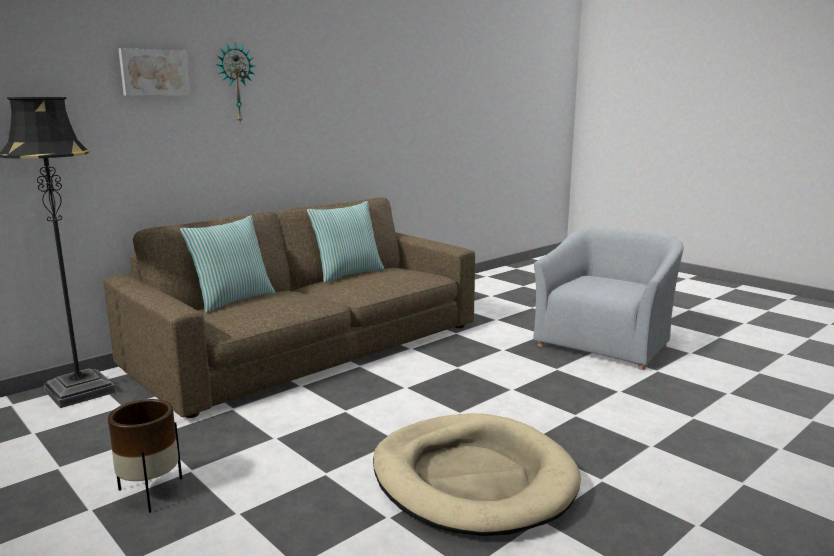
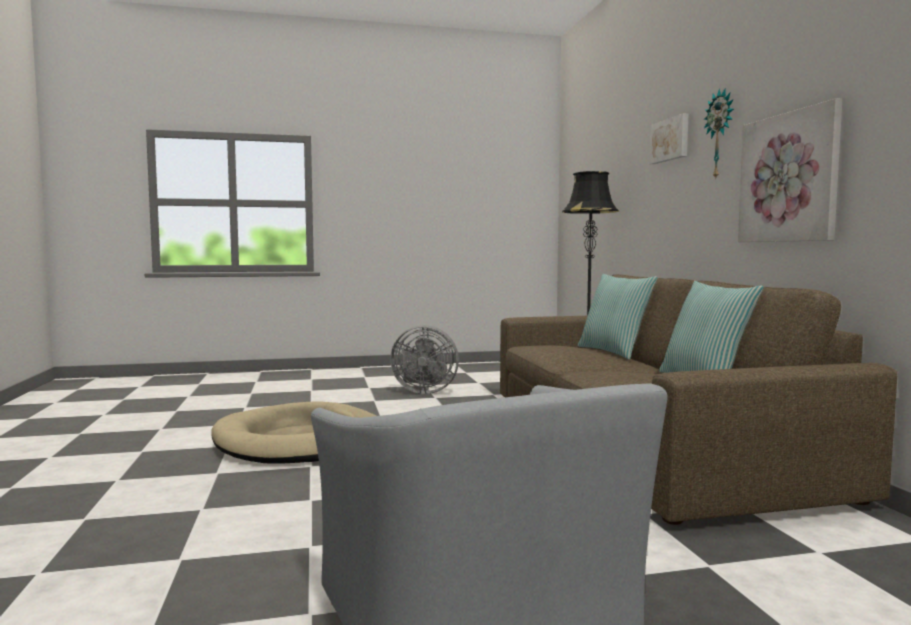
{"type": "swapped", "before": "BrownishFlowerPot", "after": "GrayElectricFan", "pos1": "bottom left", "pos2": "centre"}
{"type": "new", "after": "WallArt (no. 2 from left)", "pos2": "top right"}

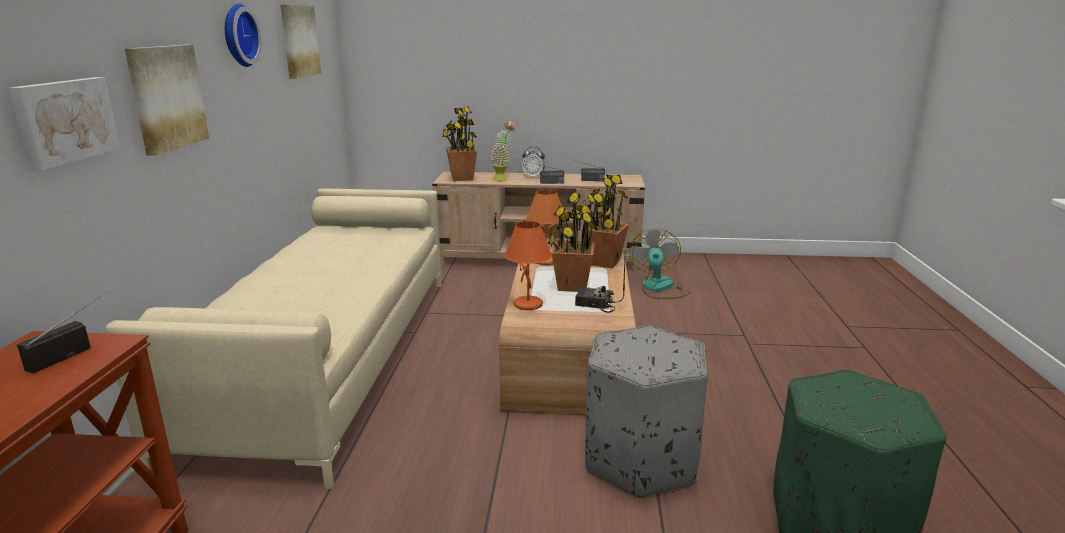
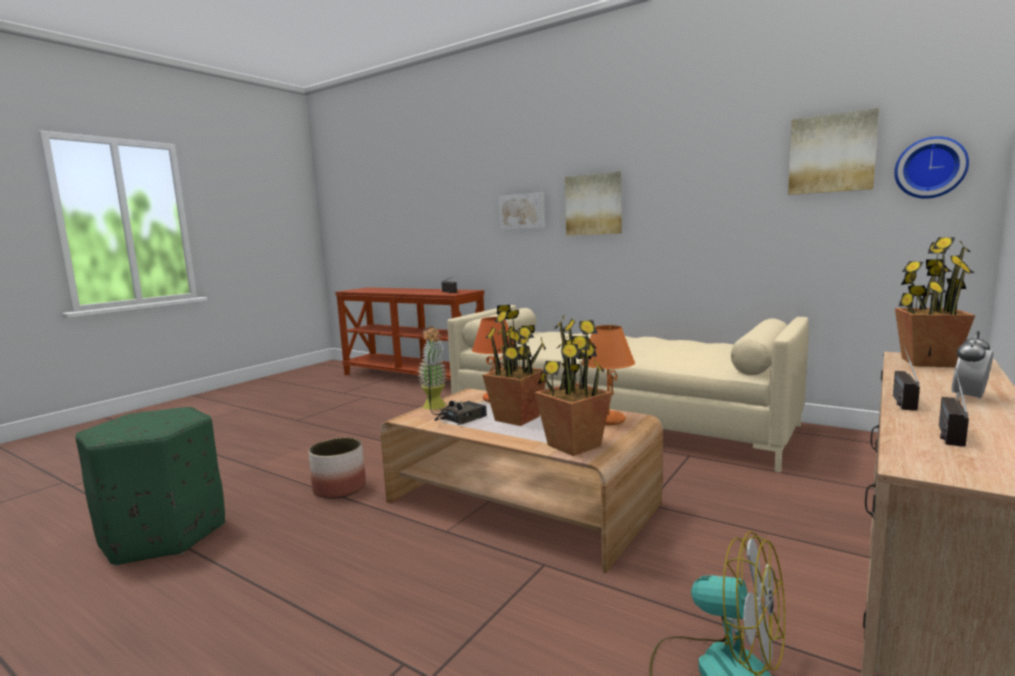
{"type": "swapped", "before": "GrayOttoman", "after": "FlowerPot", "pos1": "bottom centre", "pos2": "bottom left"}
{"type": "shifted", "before": "PottedPlant (no. 2 from left in the first image)", "after": "PottedPlant (no. 1 from left)", "pos1": "top centre", "pos2": "centre"}
{"type": "shifted", "before": "ClockOnTheWall", "pos1": "top left", "pos2": "top right"}

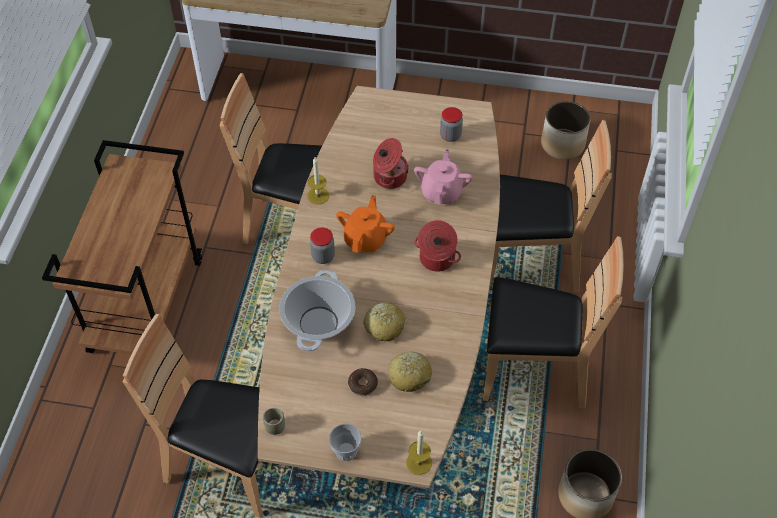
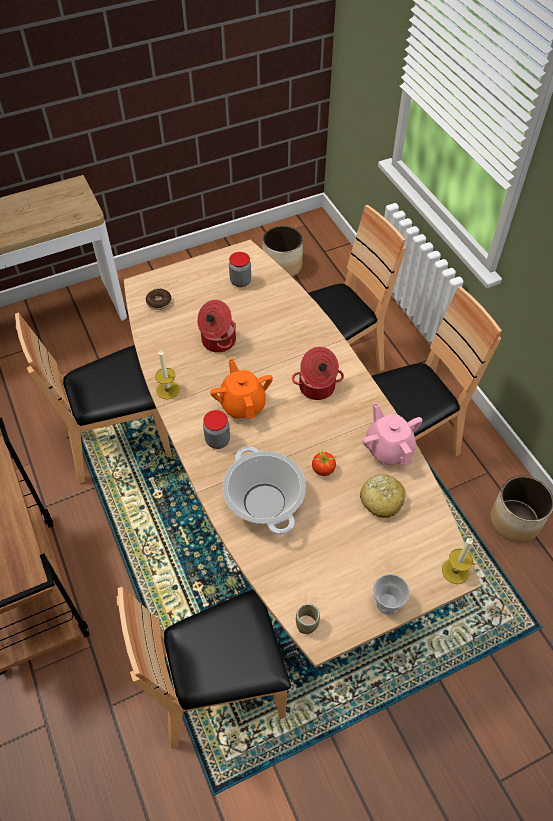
{"type": "shifted", "before": "RingDoughnut", "pos1": "bottom centre", "pos2": "middle left"}
{"type": "swapped", "before": "Bread (no. 1 from left)", "after": "WholeTomato", "pos1": "centre", "pos2": "centre"}
{"type": "shifted", "before": "PinkColouredTeapot", "pos1": "centre", "pos2": "middle right"}

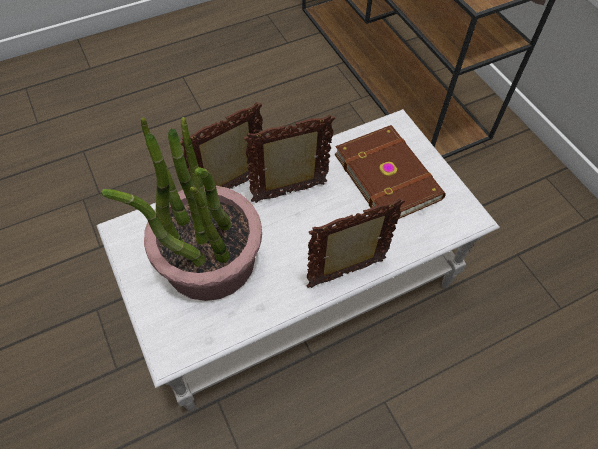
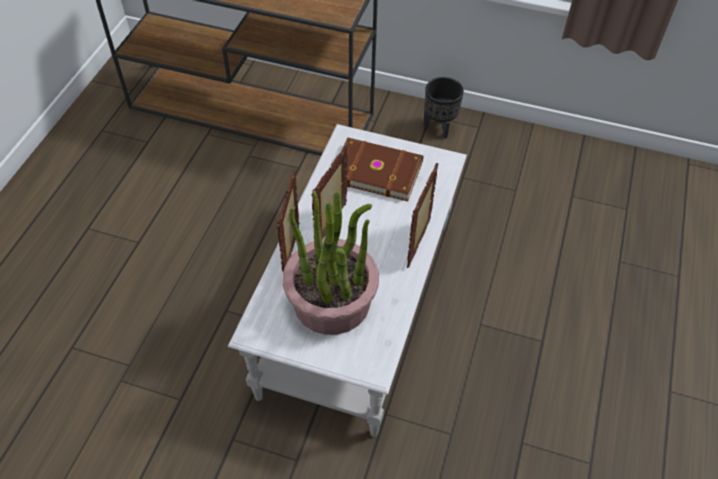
{"type": "new", "after": "BlackishFlowerPot", "pos2": "top centre"}

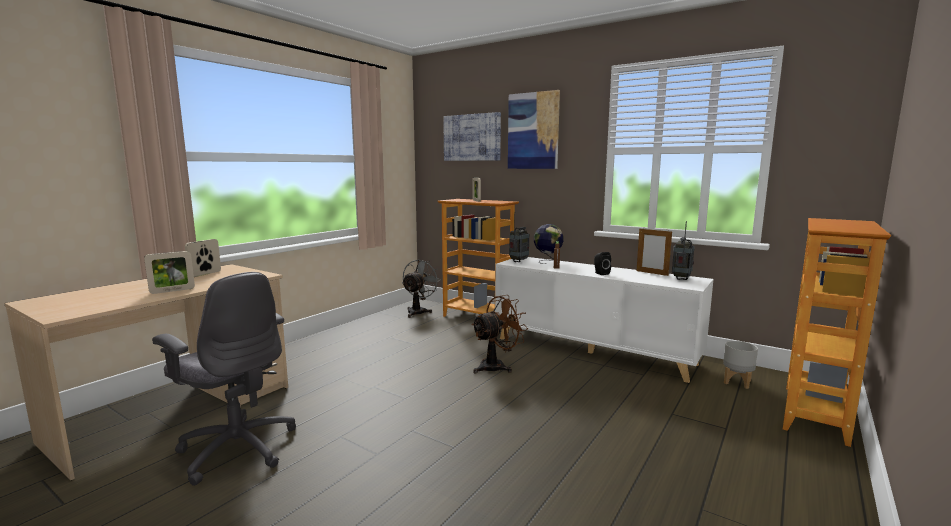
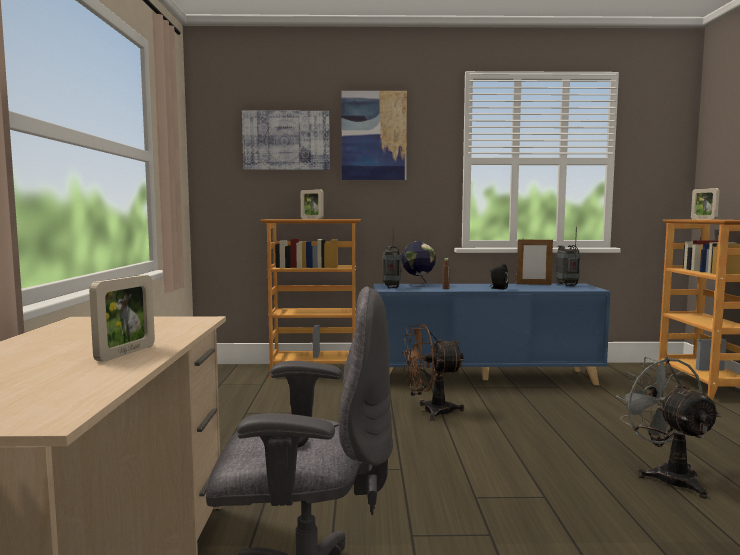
{"type": "repainted", "before": "WhiteColouredStorageCabinet", "after": "BluishStorageCabinet", "pos1": "centre", "pos2": "centre"}
{"type": "rotated", "before": "BrownishElectricFan", "pos1": "centre", "pos2": "bottom centre", "turn": -120}
{"type": "shifted", "before": "GrayElectricFan", "pos1": "centre", "pos2": "bottom right"}
{"type": "shifted", "before": "StandingFrame (no. 2 from left in the first image)", "after": "StandingFrame (no. 4 from left)", "pos1": "middle left", "pos2": "middle right"}
{"type": "gone", "before": "GrayFlowerPot", "pos1": "bottom right"}

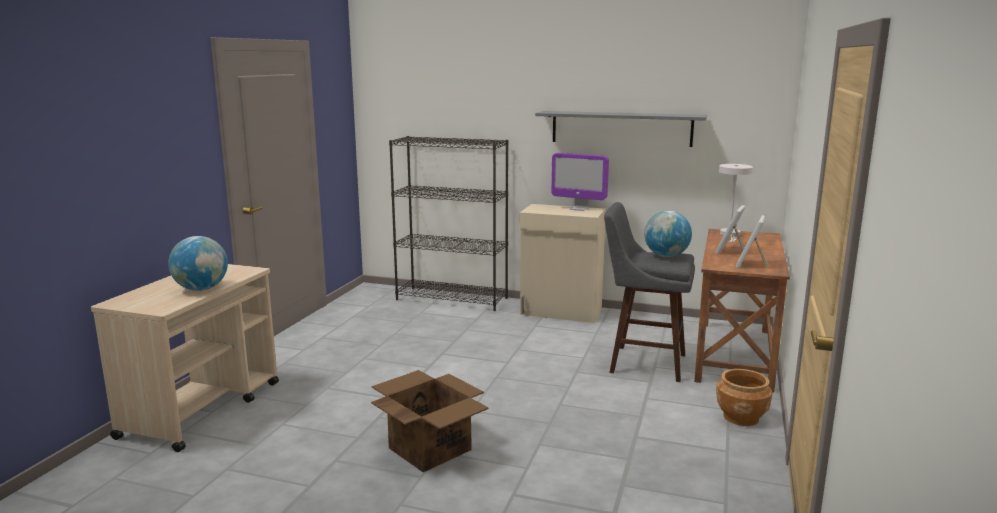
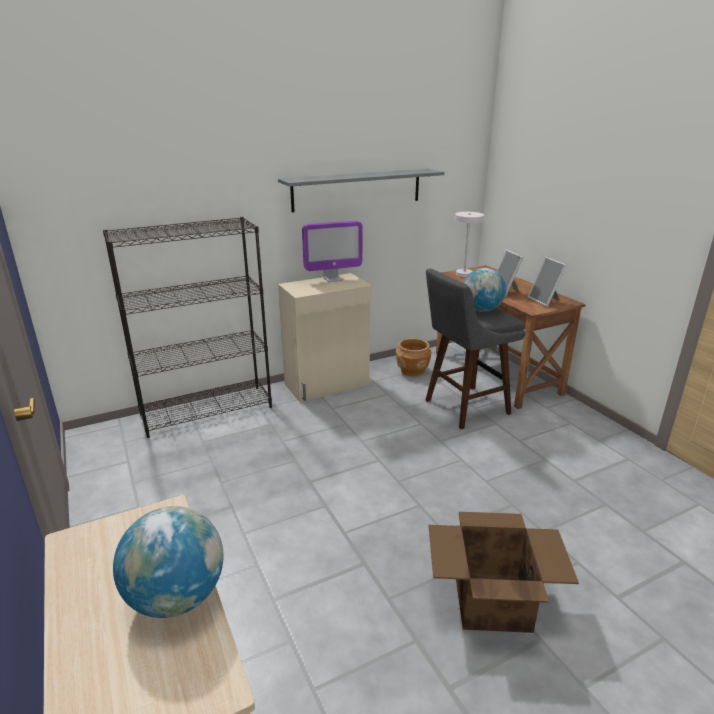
{"type": "shifted", "before": "BrownishFlowerPot", "pos1": "bottom right", "pos2": "centre"}

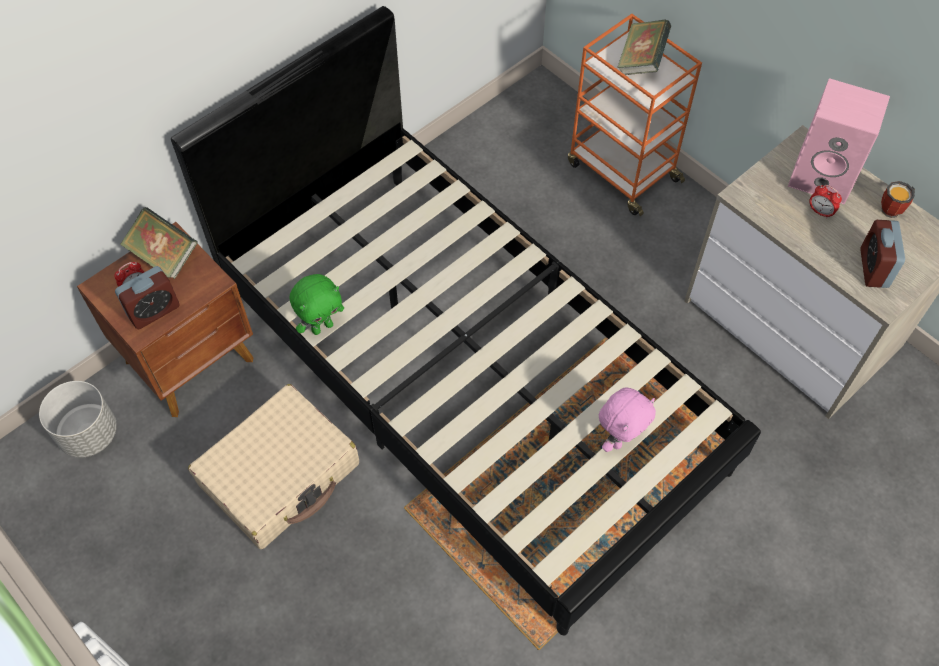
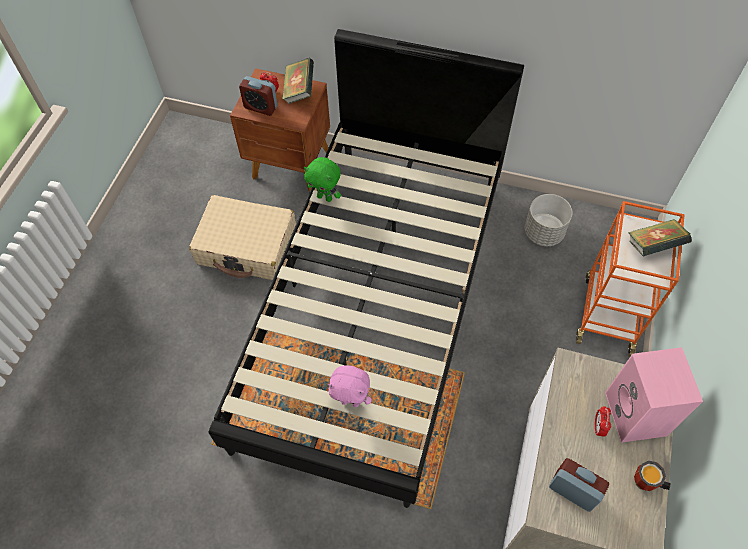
{"type": "shifted", "before": "GrayFlowerPot", "pos1": "middle left", "pos2": "middle right"}
{"type": "rotated", "before": "AlarmClock (no. 4 from left in the first image)", "pos1": "middle right", "pos2": "bottom right", "turn": 60}

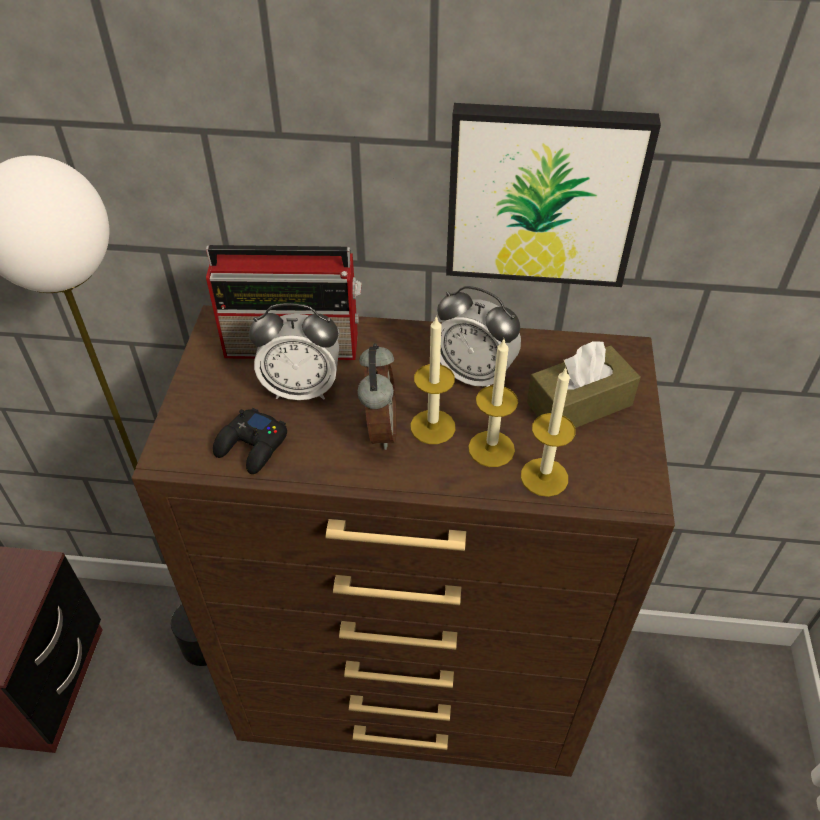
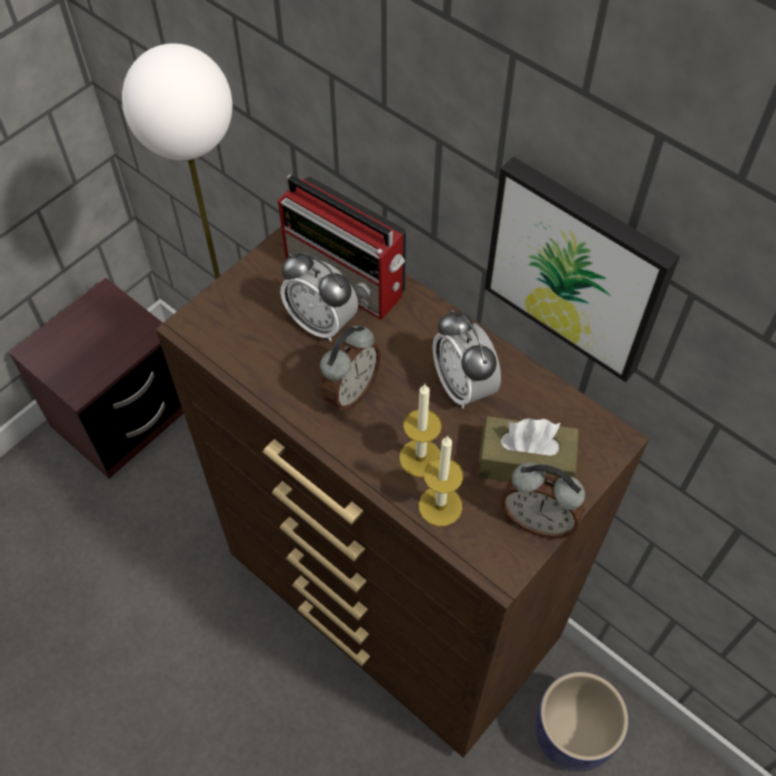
{"type": "new", "after": "AlarmClock (no. 4 from left)", "pos2": "middle right"}
{"type": "new", "after": "FlowerPot", "pos2": "bottom right"}
{"type": "gone", "before": "BlackishGamepad", "pos1": "middle left"}
{"type": "gone", "before": "Candle (no. 1 from left)", "pos1": "centre"}

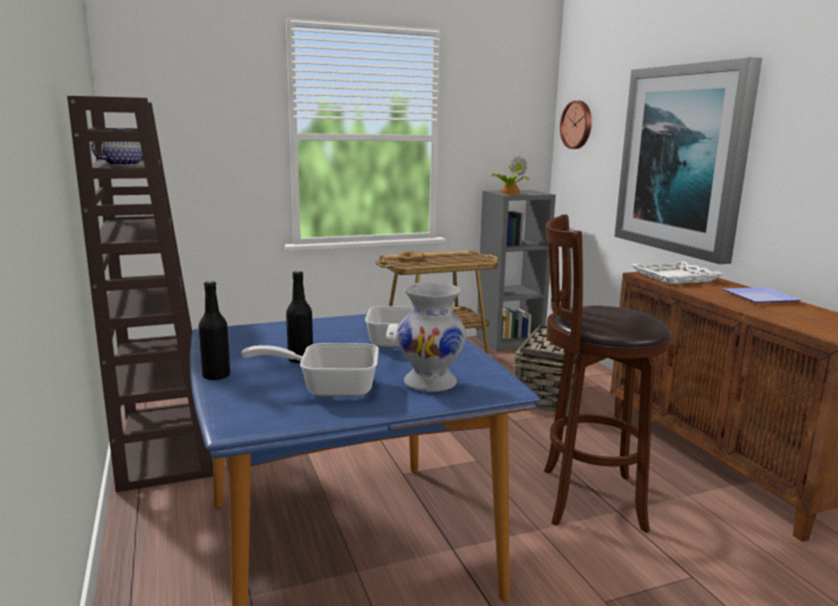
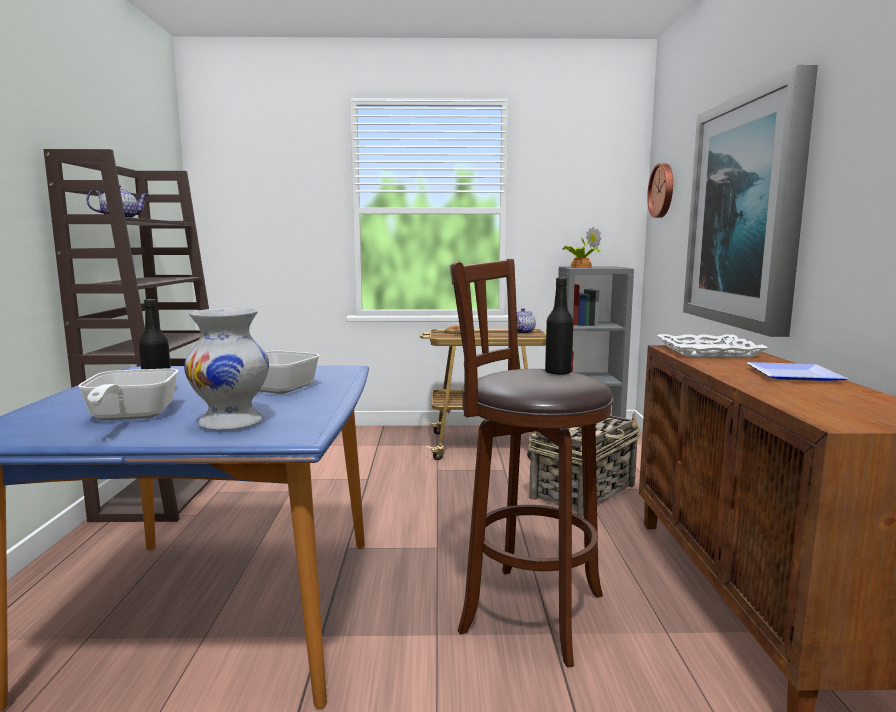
{"type": "rotated", "before": "FryingPan (no. 1 from left)", "pos1": "centre", "pos2": "middle left", "turn": -120}
{"type": "new", "after": "Teapot (no. 2 from left)", "pos2": "centre"}
{"type": "shifted", "before": "BlackishBeverageBottle (no. 1 from left in the first image)", "after": "BlackishBeverageBottle (no. 2 from left)", "pos1": "middle left", "pos2": "centre"}

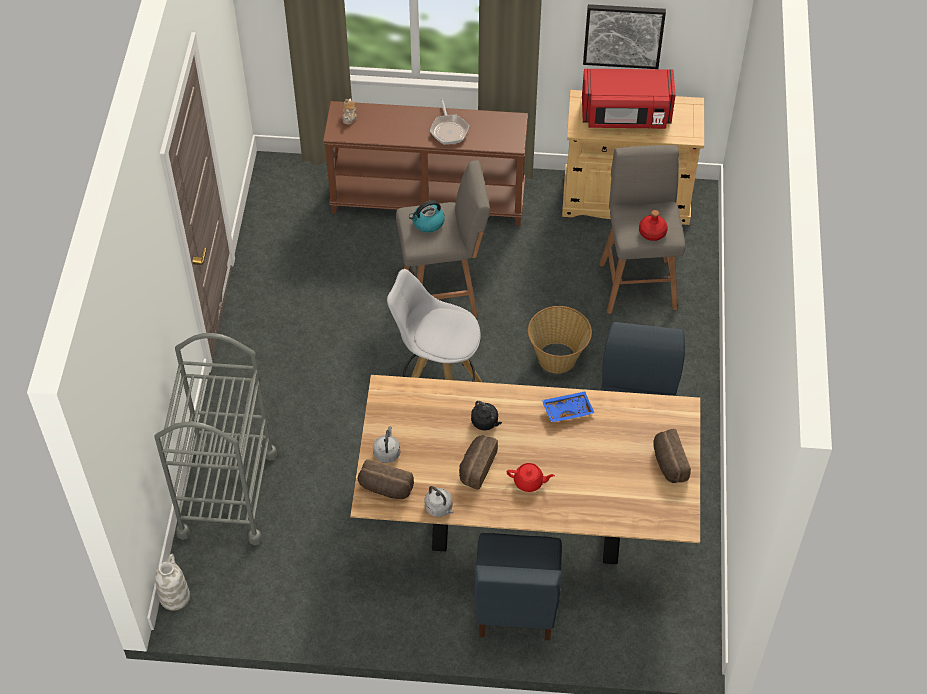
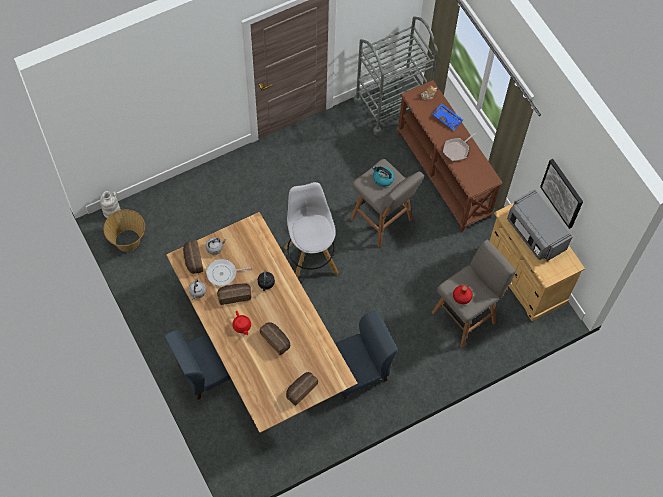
{"type": "shifted", "before": "StorageBasket", "pos1": "centre", "pos2": "middle left"}
{"type": "new", "after": "FryingPan (no. 1 from left)", "pos2": "centre"}
{"type": "new", "after": "Bread (no. 3 from left)", "pos2": "bottom centre"}
{"type": "shifted", "before": "GrayCart", "pos1": "middle left", "pos2": "top centre"}
{"type": "shifted", "before": "BluishServingTray", "pos1": "centre", "pos2": "top right"}
{"type": "repainted", "before": "RedColouredMicrowaveOven", "after": "GrayMicrowaveOven", "pos1": "top right", "pos2": "middle right"}

